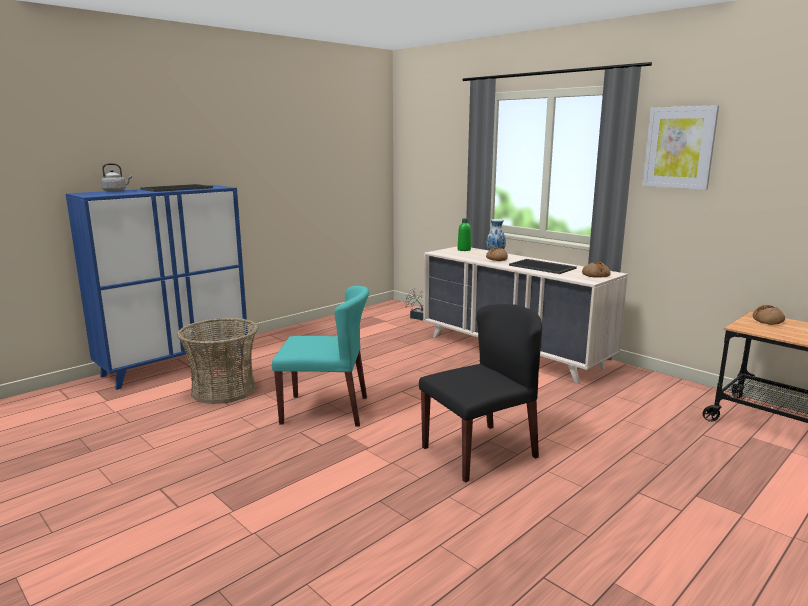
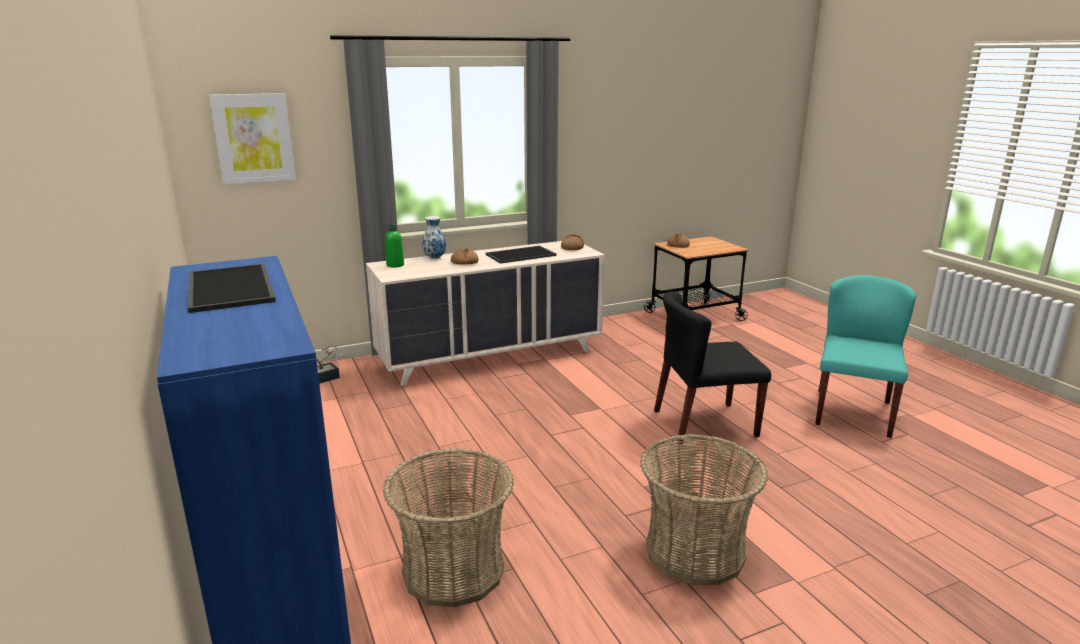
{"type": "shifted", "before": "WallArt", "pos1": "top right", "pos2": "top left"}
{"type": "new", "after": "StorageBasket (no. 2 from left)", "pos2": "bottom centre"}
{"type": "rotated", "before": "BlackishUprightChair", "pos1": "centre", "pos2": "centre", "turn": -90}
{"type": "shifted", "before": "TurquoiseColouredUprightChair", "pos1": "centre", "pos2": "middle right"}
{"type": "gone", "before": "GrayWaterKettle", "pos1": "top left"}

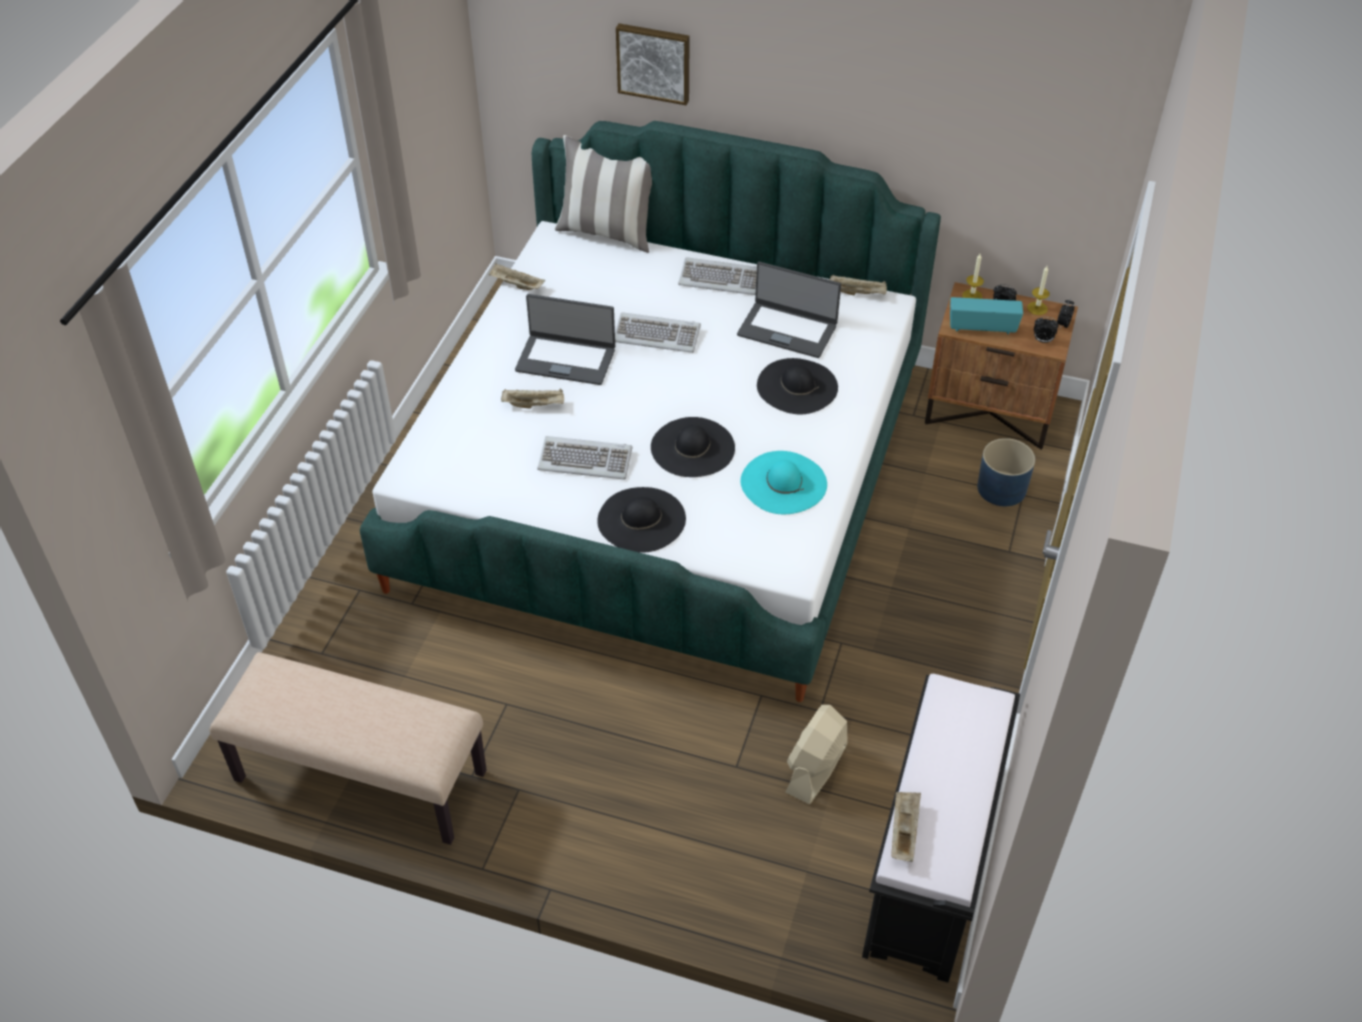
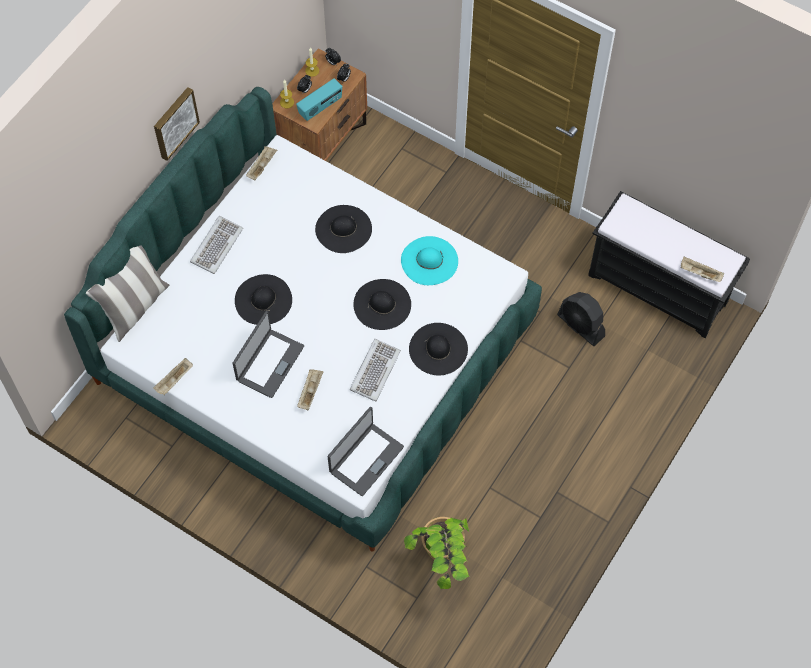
{"type": "shifted", "before": "WallArt", "pos1": "top centre", "pos2": "top left"}
{"type": "swapped", "before": "ComputerKeyboard (no. 2 from left)", "after": "BlackishClothingHat (no. 1 from left)", "pos1": "top centre", "pos2": "middle left"}
{"type": "rotated", "before": "RadioSet", "pos1": "top right", "pos2": "top centre", "turn": -150}
{"type": "shifted", "before": "PortableComputer (no. 2 from left)", "pos1": "top centre", "pos2": "bottom centre"}
{"type": "new", "after": "PottedPlant", "pos2": "bottom centre"}
{"type": "repainted", "before": "BeigeElectricFan", "after": "BlackishElectricFan", "pos1": "bottom centre", "pos2": "middle right"}
{"type": "gone", "before": "BeigeBench", "pos1": "bottom left"}
{"type": "gone", "before": "BluishFlowerPot", "pos1": "middle right"}

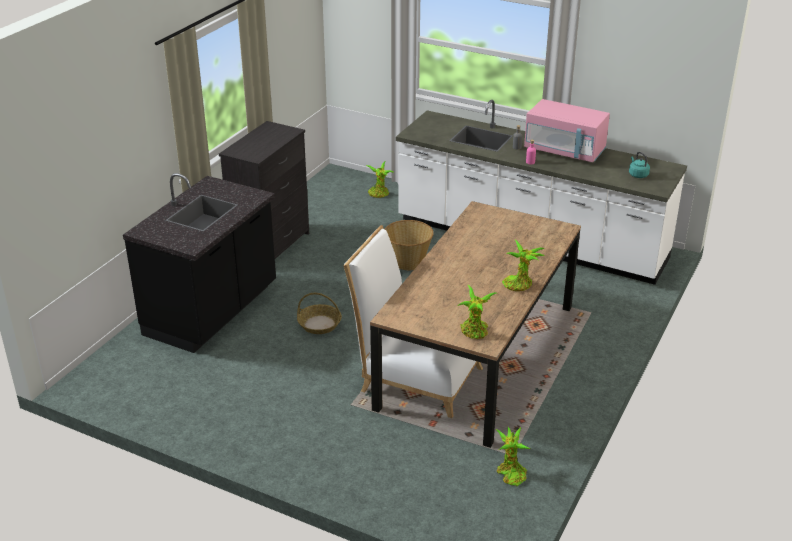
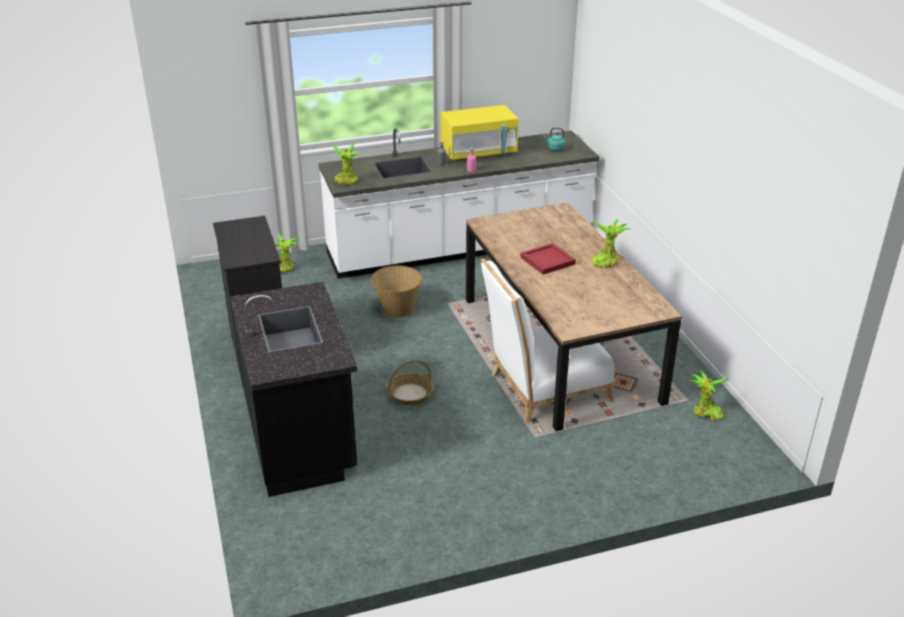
{"type": "shifted", "before": "PottedPlant (no. 2 from left)", "pos1": "centre", "pos2": "top centre"}
{"type": "repainted", "before": "PinkColouredMicrowaveOven", "after": "YellowColouredMicrowaveOven", "pos1": "top right", "pos2": "top centre"}
{"type": "new", "after": "RedColouredServingTray", "pos2": "centre"}

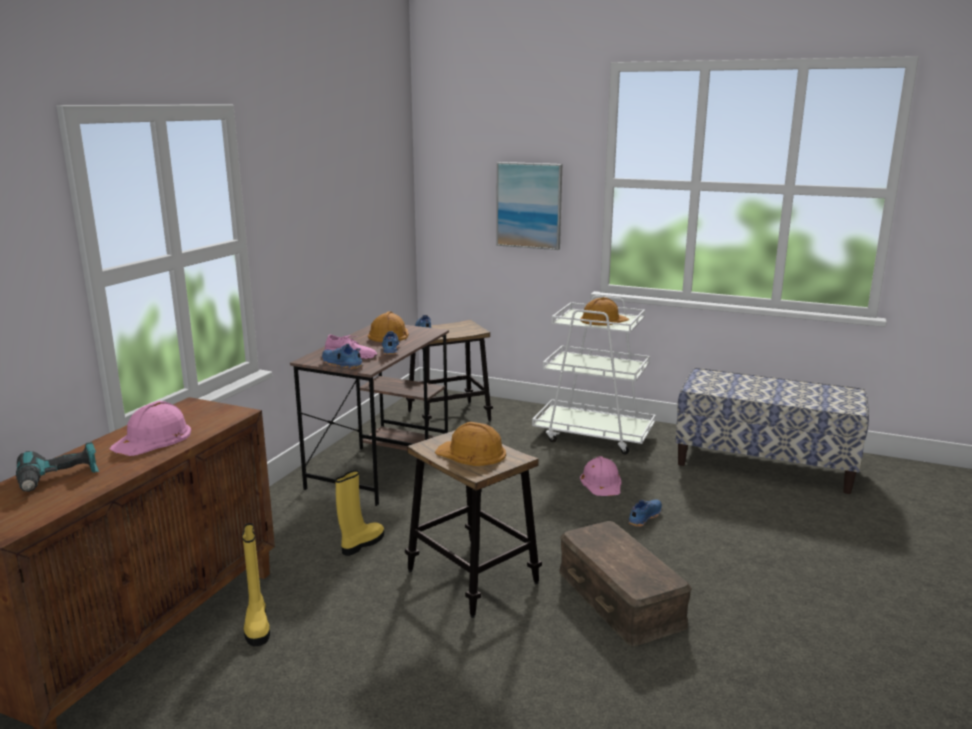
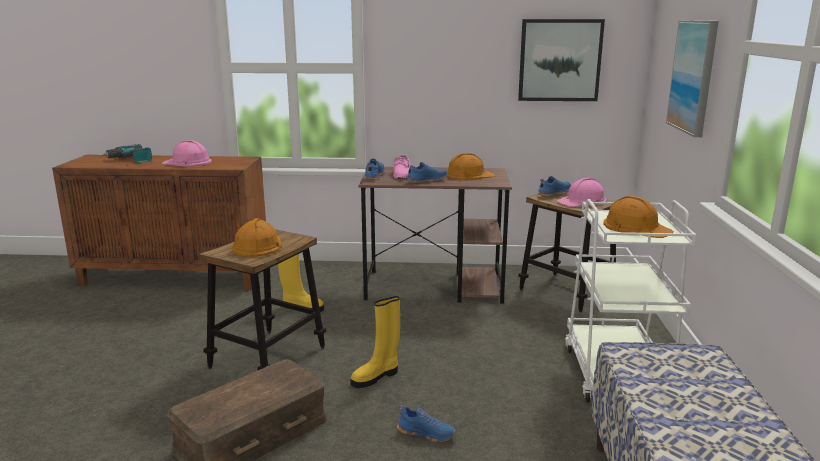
{"type": "shifted", "before": "YellowColouredTallBoot (no. 1 from left in the first image)", "after": "YellowColouredTallBoot (no. 2 from left)", "pos1": "bottom left", "pos2": "bottom centre"}
{"type": "new", "after": "WallArt (no. 1 from left)", "pos2": "top right"}
{"type": "shifted", "before": "PinkColouredHardHat (no. 2 from left)", "pos1": "centre", "pos2": "middle right"}

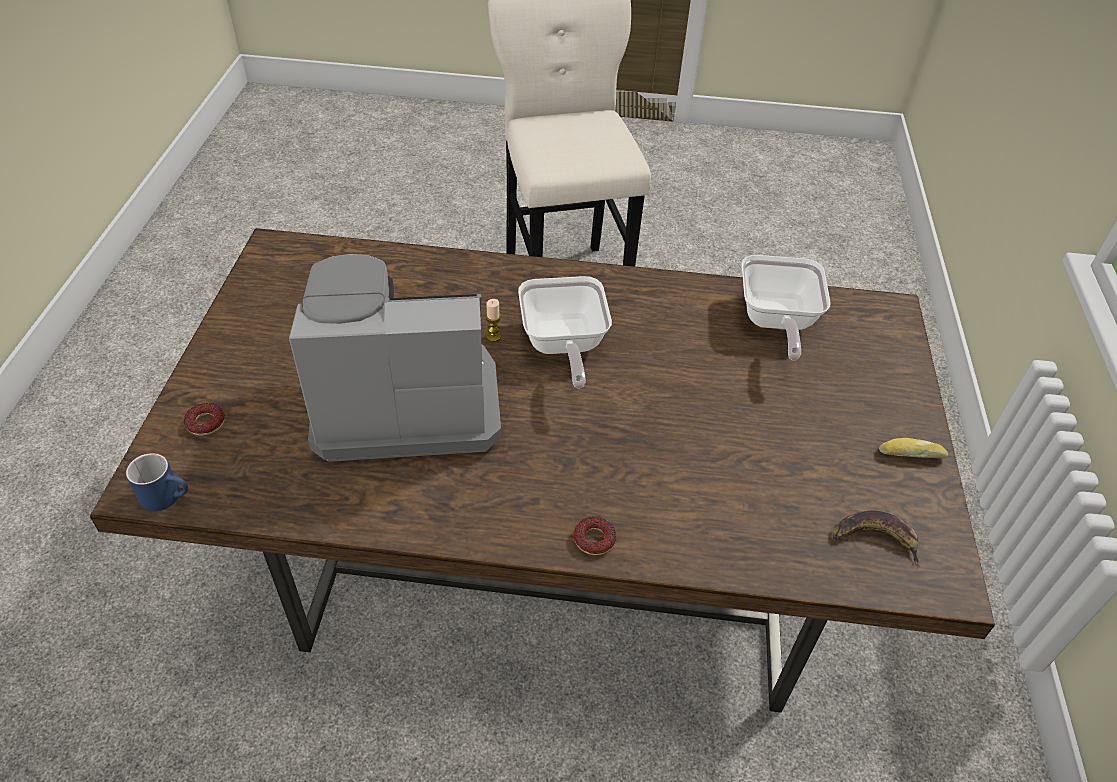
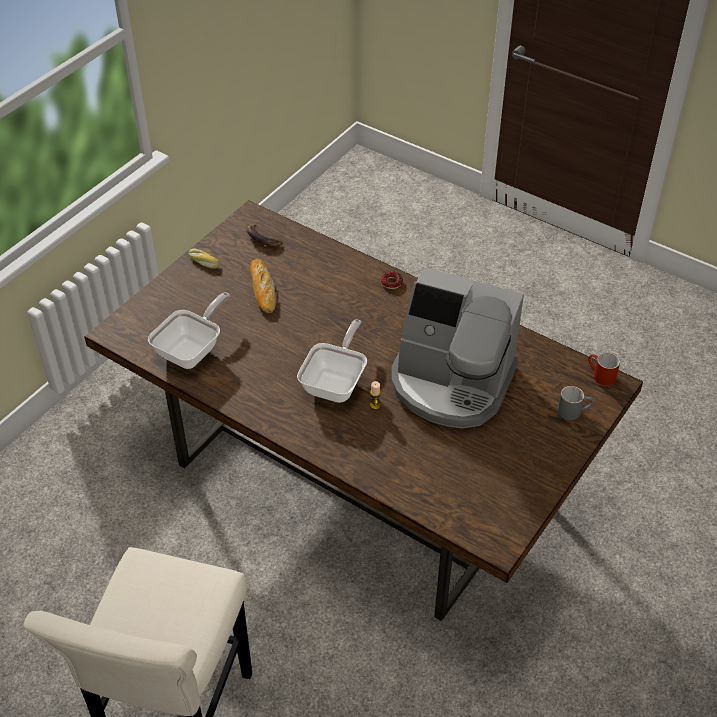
{"type": "new", "after": "Bread (no. 2 from left)", "pos2": "centre"}
{"type": "swapped", "before": "RingDoughnut (no. 1 from left)", "after": "GrayTeaMug", "pos1": "middle left", "pos2": "middle right"}
{"type": "repainted", "before": "BluishTeaMug", "after": "RedColouredTeaMug", "pos1": "middle left", "pos2": "middle right"}

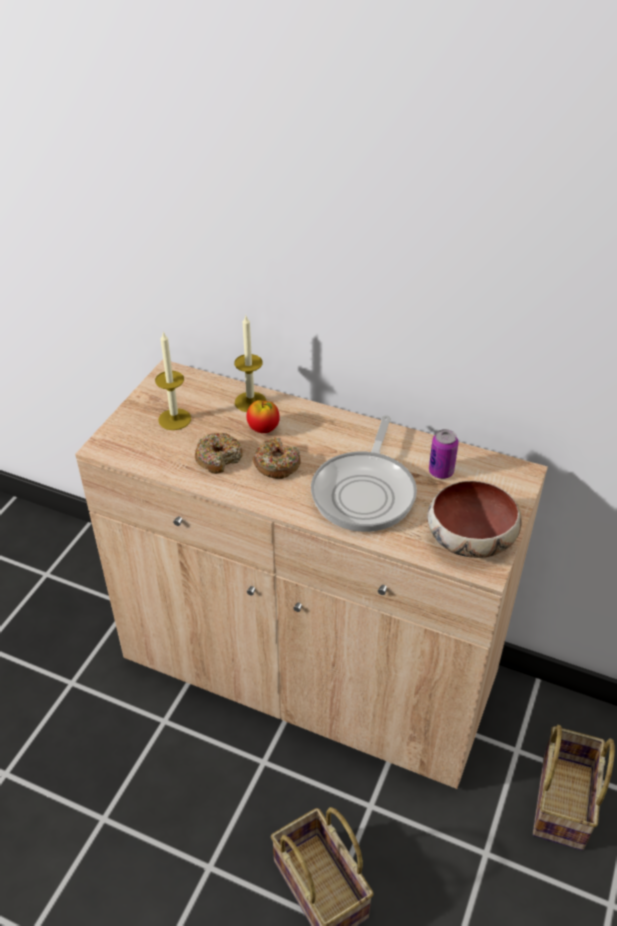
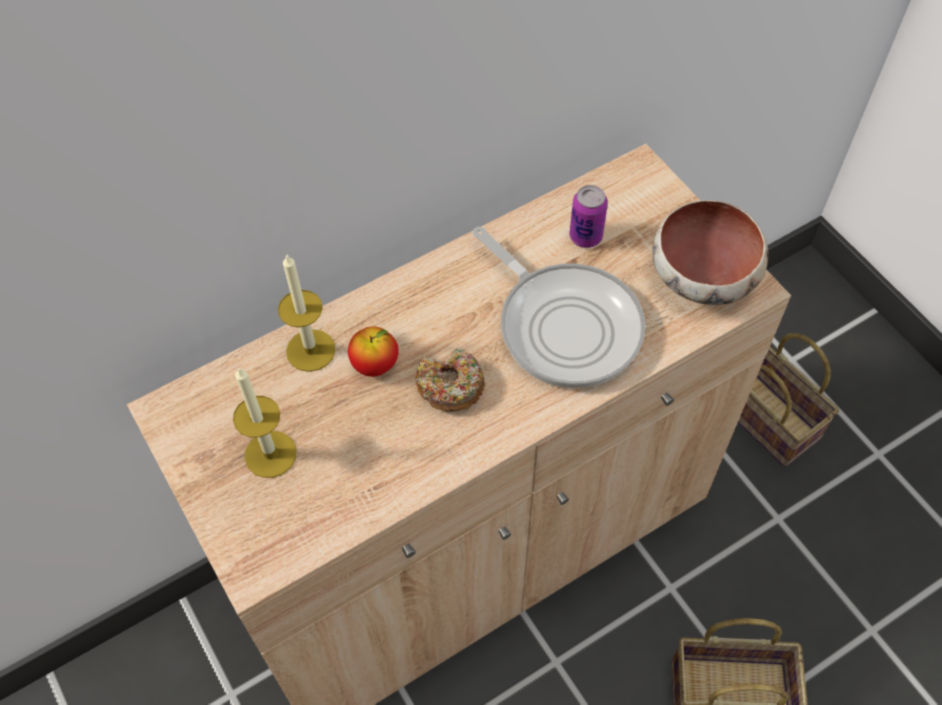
{"type": "gone", "before": "RingDoughnut (no. 1 from left)", "pos1": "centre"}

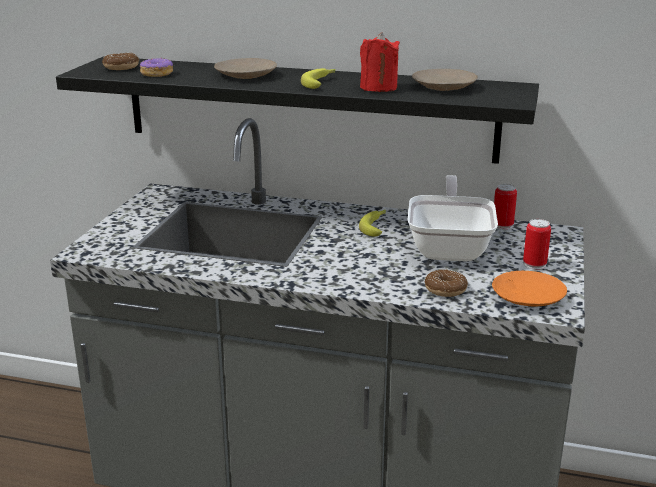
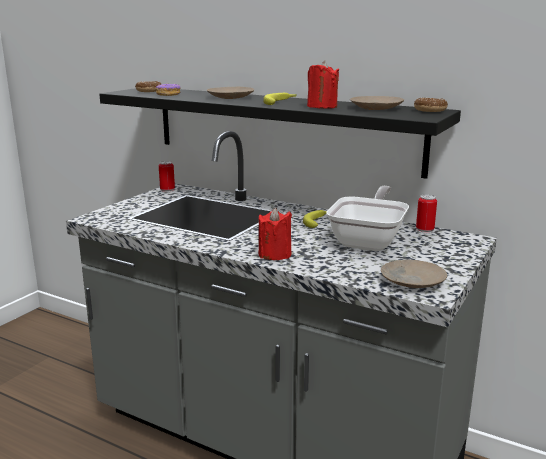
{"type": "shifted", "before": "Can (no. 2 from left in the first image)", "after": "Can (no. 1 from left)", "pos1": "middle right", "pos2": "middle left"}
{"type": "new", "after": "RedColouredCandle (no. 1 from left)", "pos2": "centre"}
{"type": "repainted", "before": "OrangeColouredFlatDish", "after": "BeigeFlatDish (no. 3 from left)", "pos1": "middle right", "pos2": "middle right"}
{"type": "shifted", "before": "RingDoughnut (no. 3 from left)", "pos1": "middle right", "pos2": "top right"}

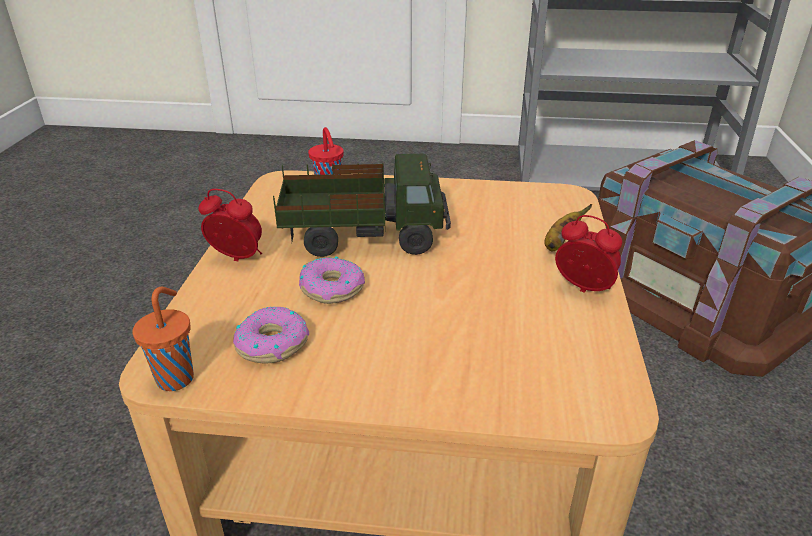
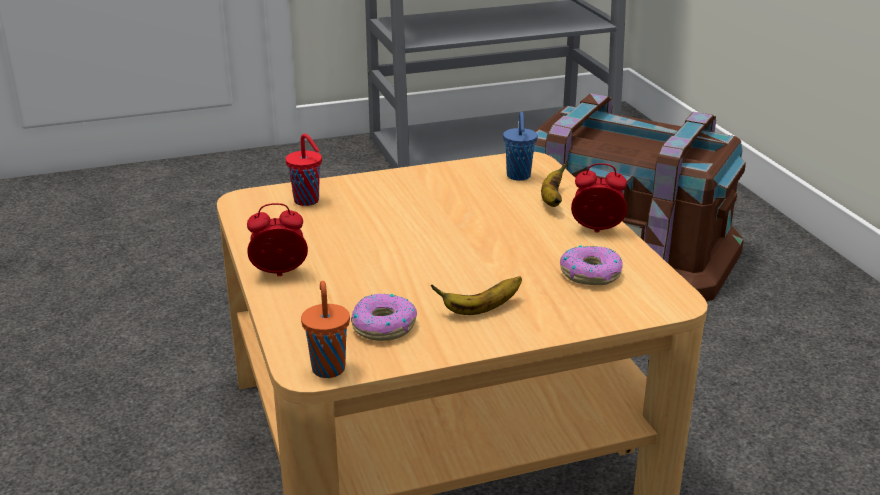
{"type": "new", "after": "WholeBanana (no. 1 from left)", "pos2": "centre"}
{"type": "new", "after": "BluishCup", "pos2": "top centre"}
{"type": "shifted", "before": "RingDoughnut (no. 2 from left)", "pos1": "centre", "pos2": "middle right"}
{"type": "gone", "before": "ToyTruck", "pos1": "centre"}

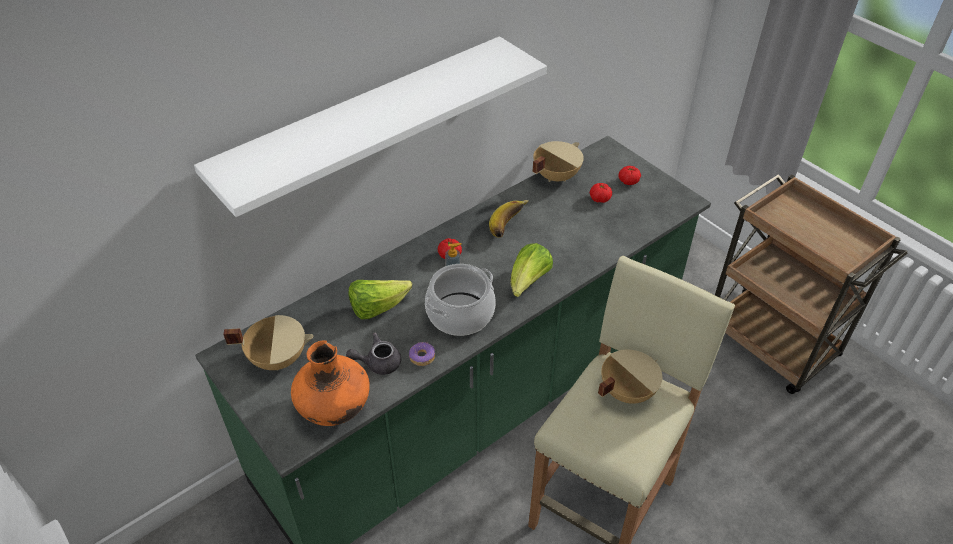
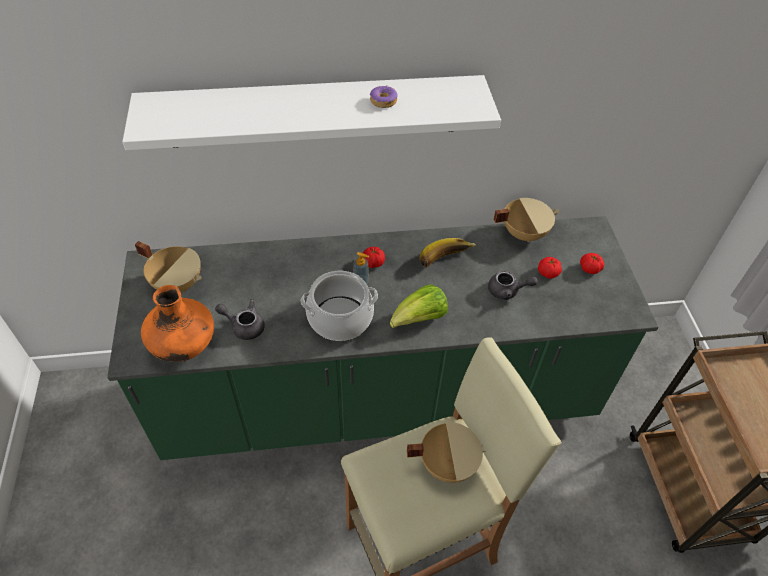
{"type": "shifted", "before": "RingDoughnut", "pos1": "centre", "pos2": "top centre"}
{"type": "new", "after": "GrayTeapot (no. 2 from left)", "pos2": "middle right"}
{"type": "gone", "before": "HeadOfLettuce (no. 1 from left)", "pos1": "centre"}

